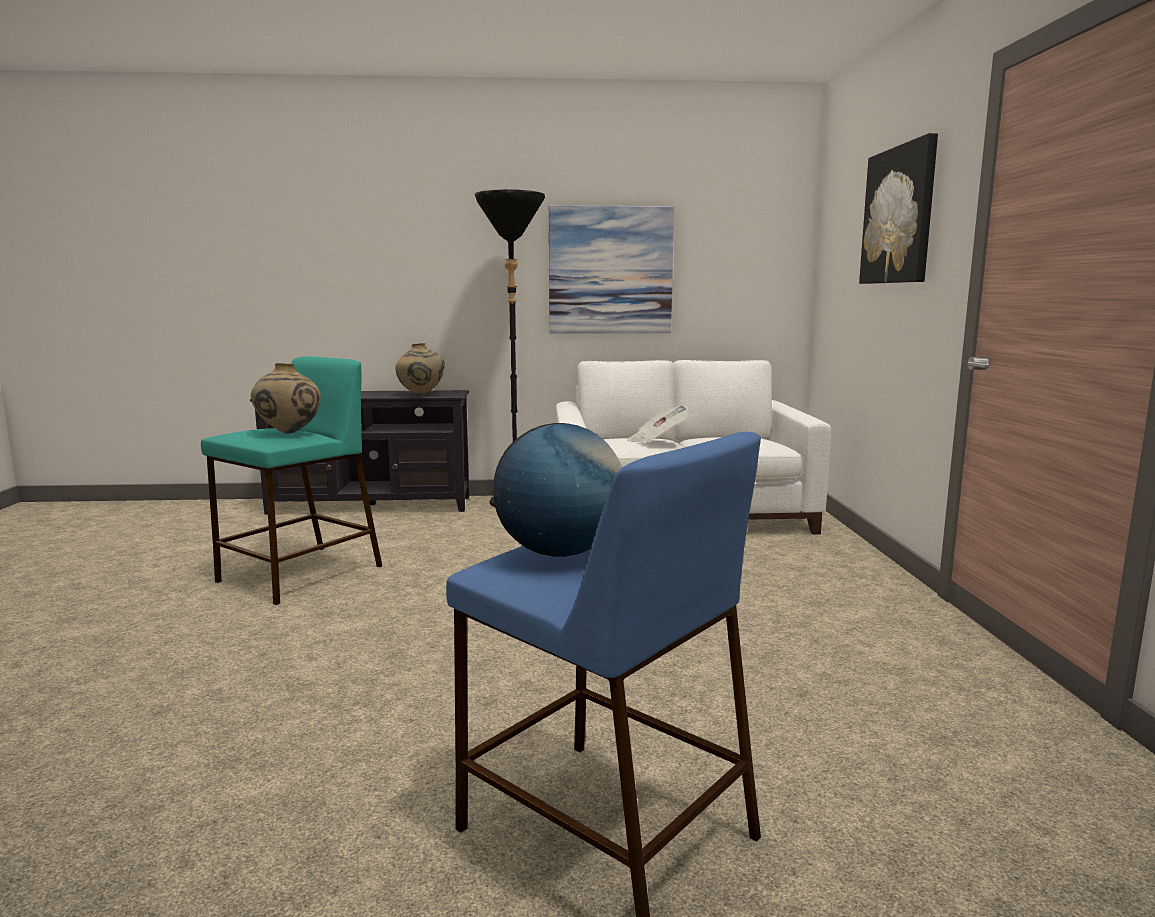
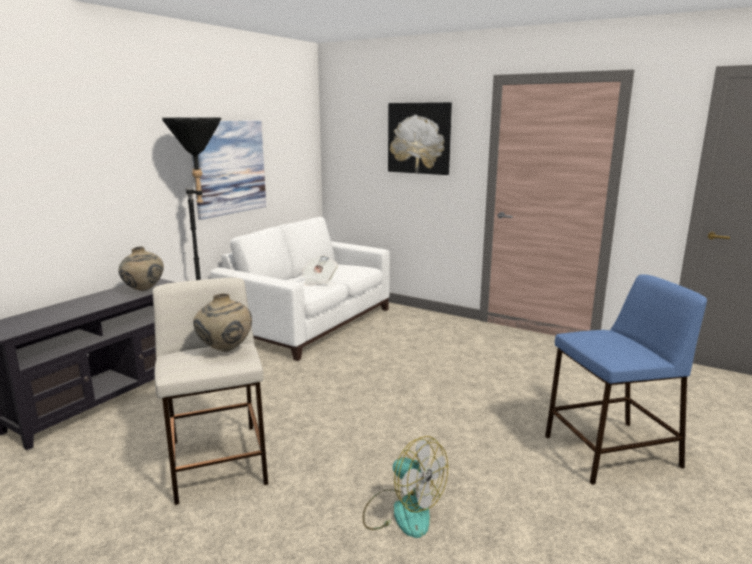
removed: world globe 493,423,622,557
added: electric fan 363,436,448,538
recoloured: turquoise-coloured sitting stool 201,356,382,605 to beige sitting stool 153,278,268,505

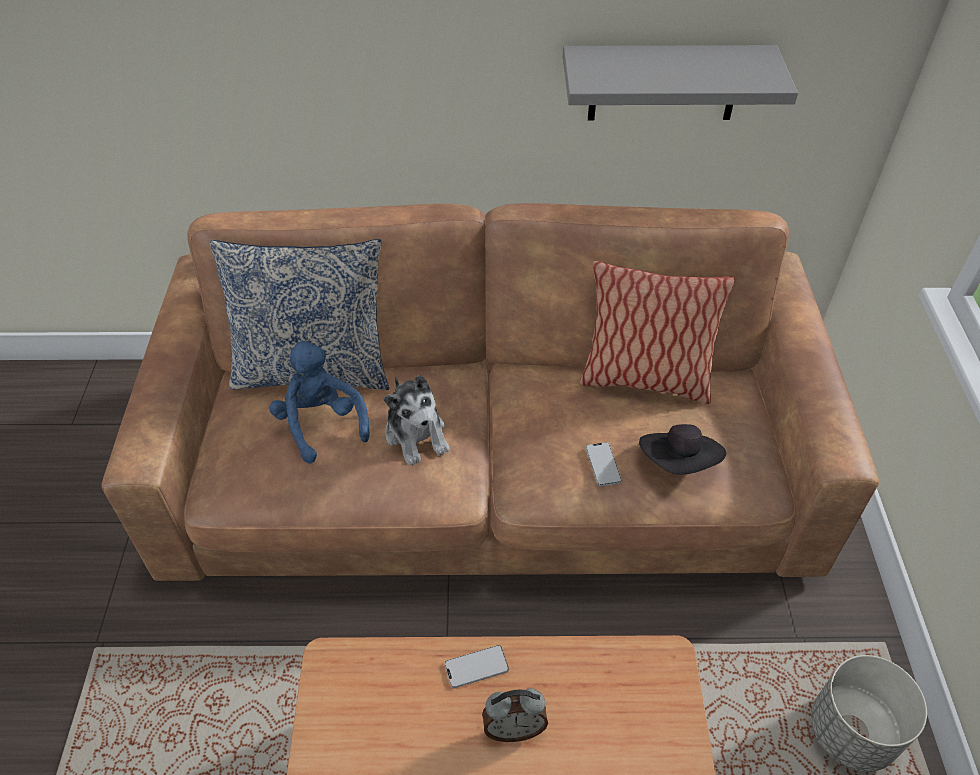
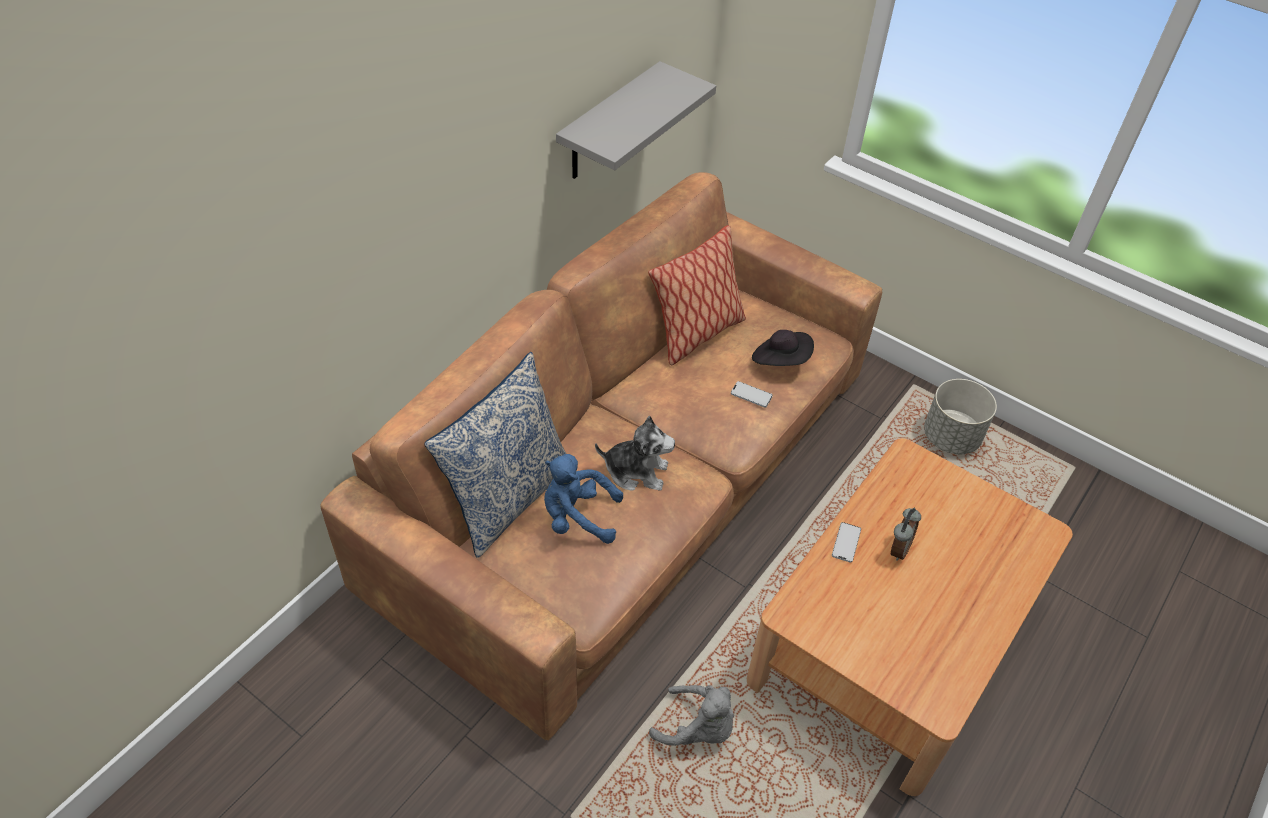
added: grey soft toy 649,685,734,746

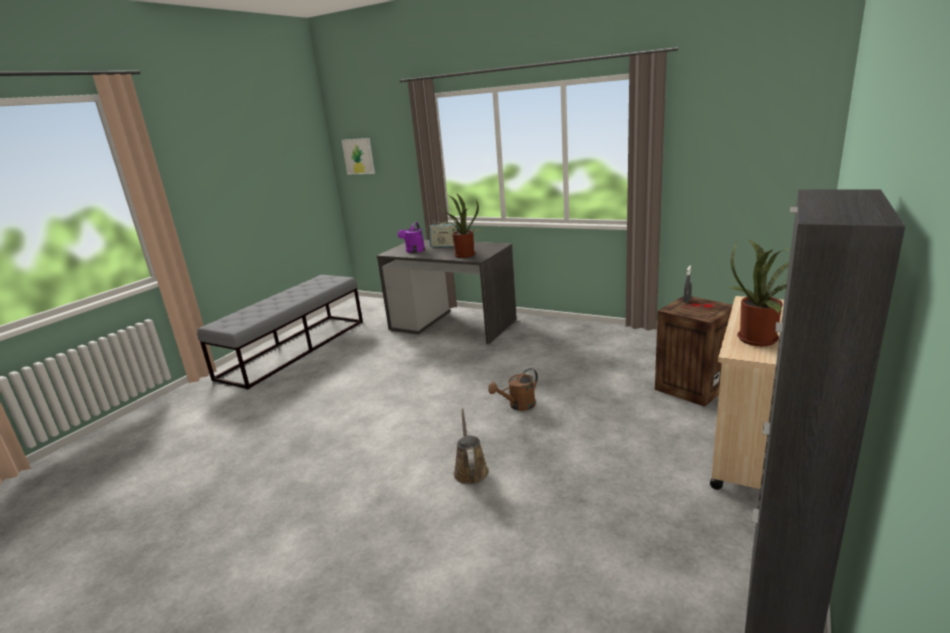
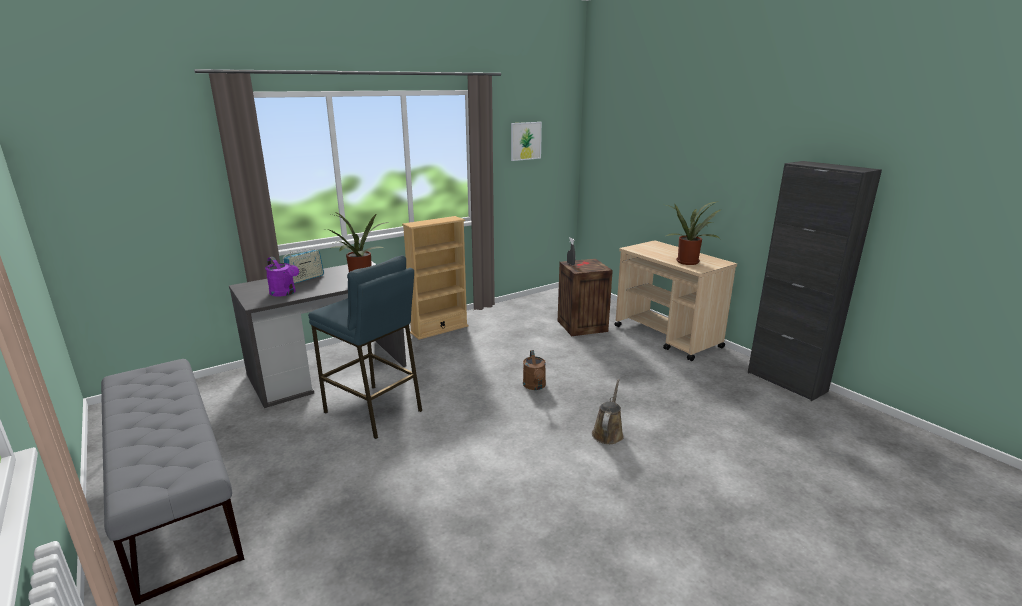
added: bluish sitting stool 308,255,422,439; beige shelving unit 402,216,468,340
moved: wall picture 342,138,375,174 to 511,122,542,161
turned: brownish watering can 453,408,489,485 = 592,379,624,444 90 degrees clockwise

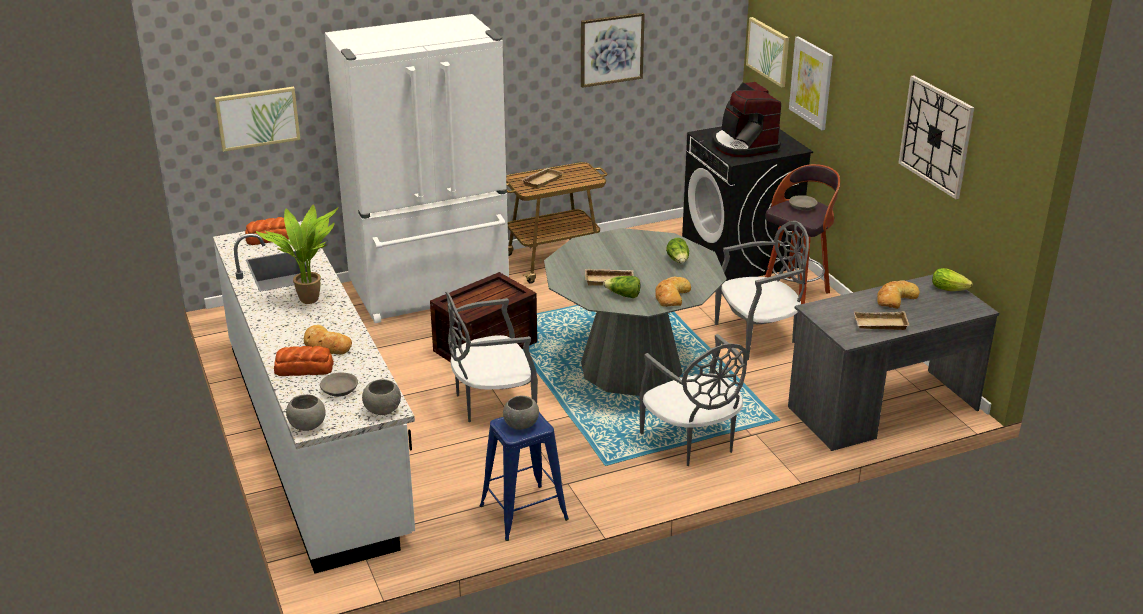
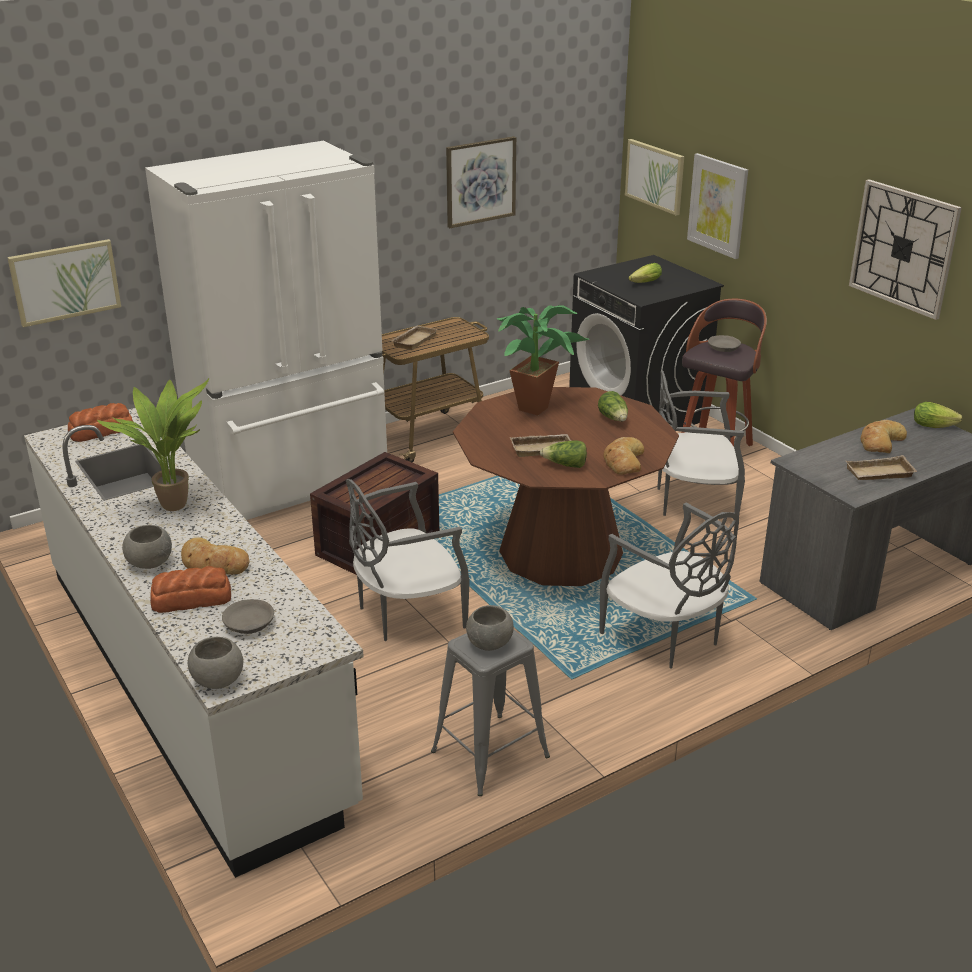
added: potted plant 497,305,589,415
moved: grey serving bowl 362,379,401,415 to 122,525,172,569
replaced: coffee maker 712,82,781,157 to lettuce 628,263,662,283
recoloured: bluish sitting stool 480,412,569,541 to grey sitting stool 431,630,550,796; grey kitchen table 544,228,727,396 to brownish kitchen table 453,387,679,586
turned: grey upright chair 715,221,809,360 = 657,371,745,516 150 degrees counterclockwise

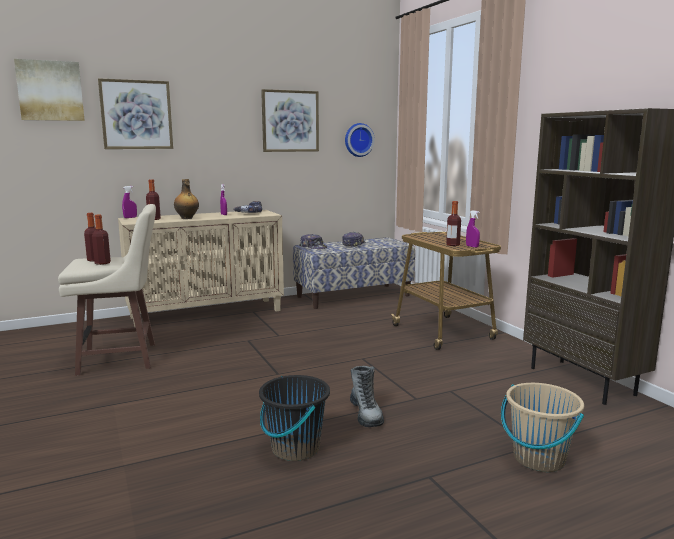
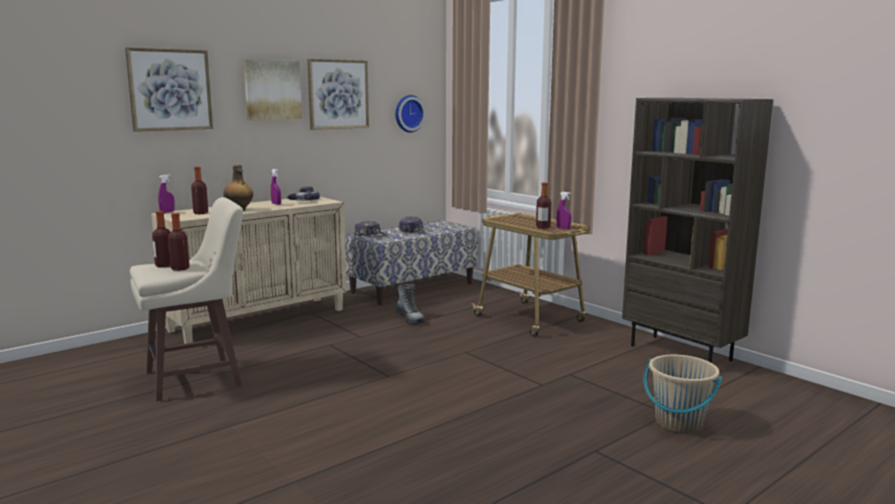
removed: black pail 259,375,330,461
moved: wall picture 14,59,85,121 to 243,60,302,121; boot 350,366,384,427 to 396,284,425,325

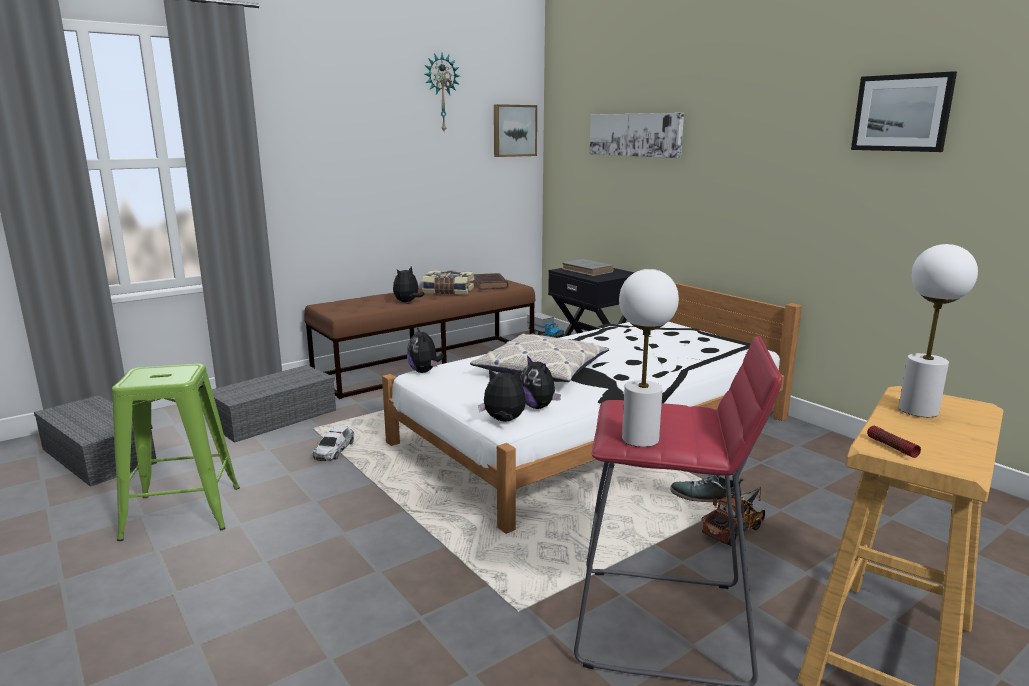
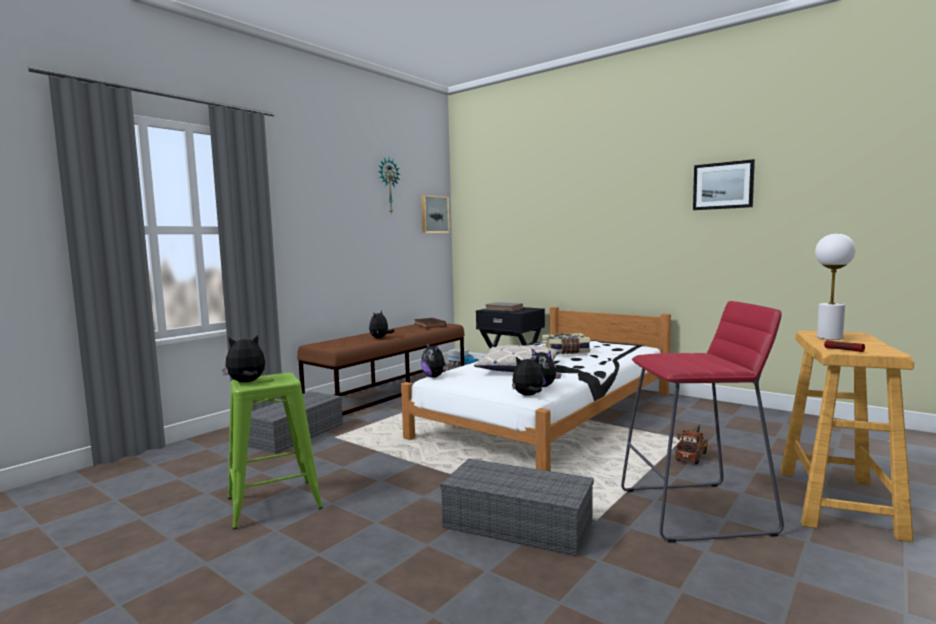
removed: model car 313,426,354,461; wall picture 590,113,684,158; white-coloured tabletop lamp 619,269,679,447; item of footwear 670,475,744,503
added: soft toy 222,335,265,382
moved: grey storage container 34,395,157,487 to 440,459,594,557; book 422,270,474,295 to 542,333,591,354

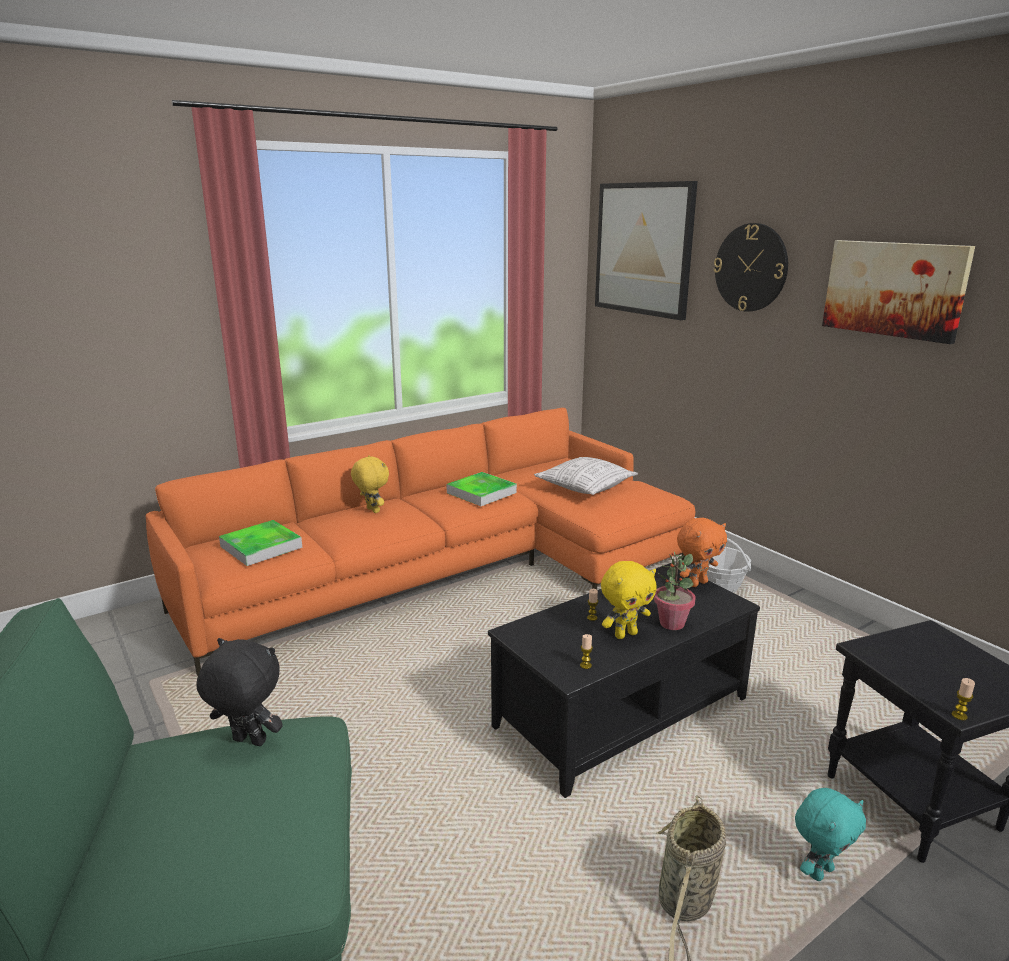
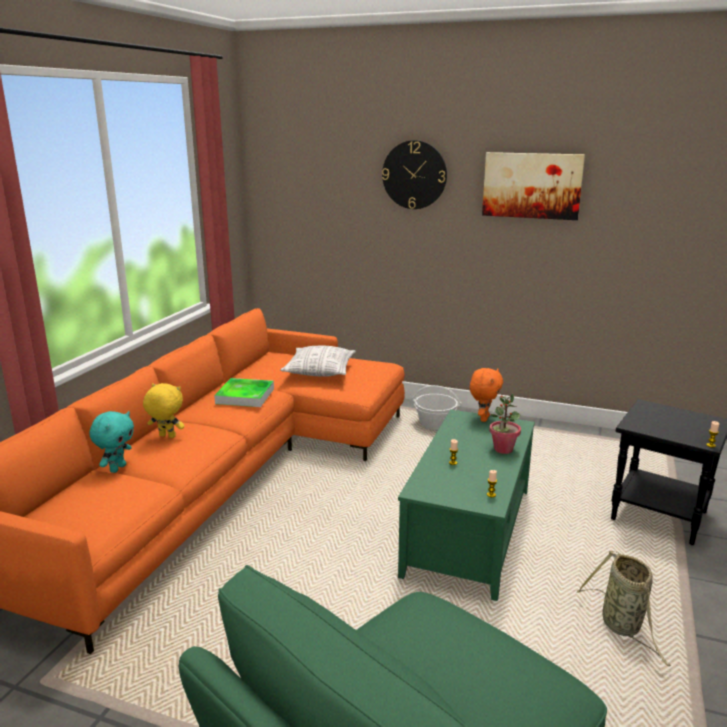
removed: black soft toy 197,638,283,746; serving tray 219,520,302,566; wall picture 595,181,698,320; yellowish soft toy 601,561,657,639
moved: turquoise-coloured soft toy 795,788,866,881 to 89,411,134,473
recoloured: black coffee table 488,563,760,798 to green coffee table 398,410,535,601

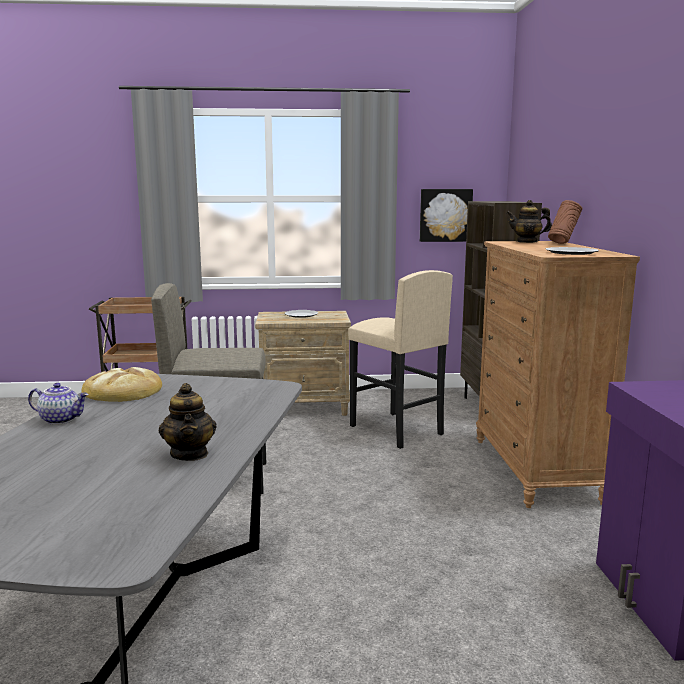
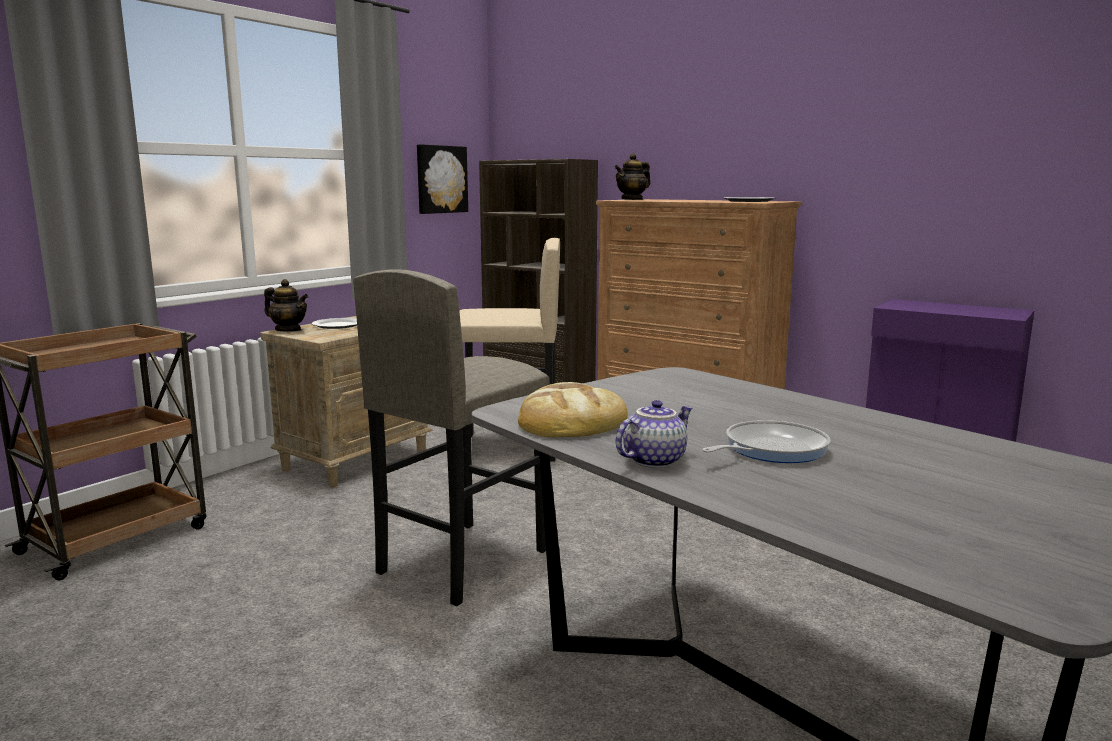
removed: brownish flower vase 548,200,582,244
added: skillet 702,420,831,463
moved: teapot 159,383,217,461 to 264,279,308,331

